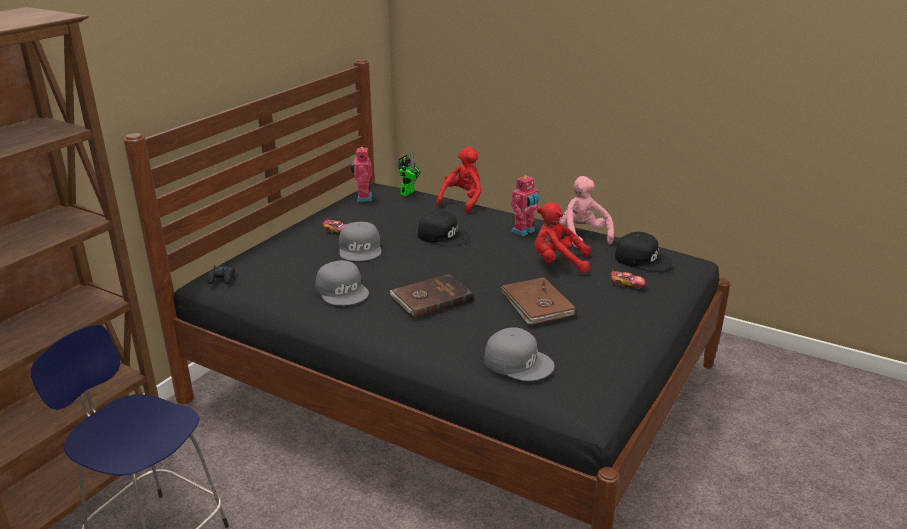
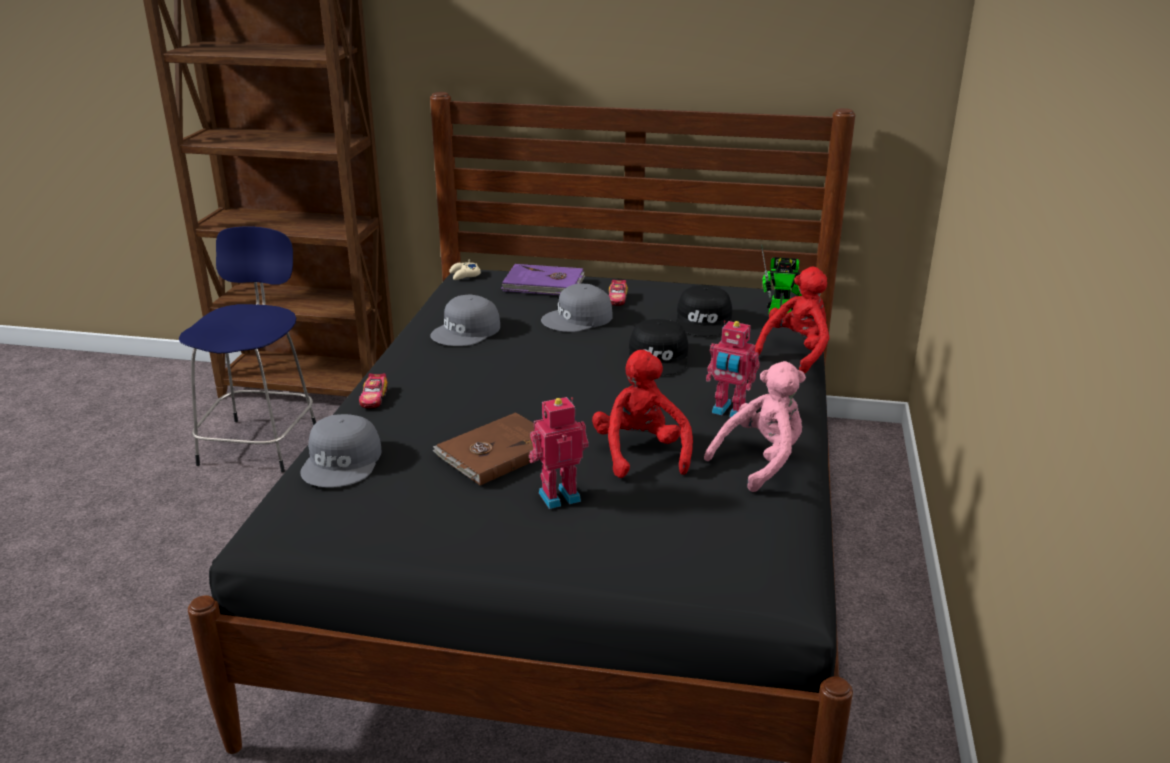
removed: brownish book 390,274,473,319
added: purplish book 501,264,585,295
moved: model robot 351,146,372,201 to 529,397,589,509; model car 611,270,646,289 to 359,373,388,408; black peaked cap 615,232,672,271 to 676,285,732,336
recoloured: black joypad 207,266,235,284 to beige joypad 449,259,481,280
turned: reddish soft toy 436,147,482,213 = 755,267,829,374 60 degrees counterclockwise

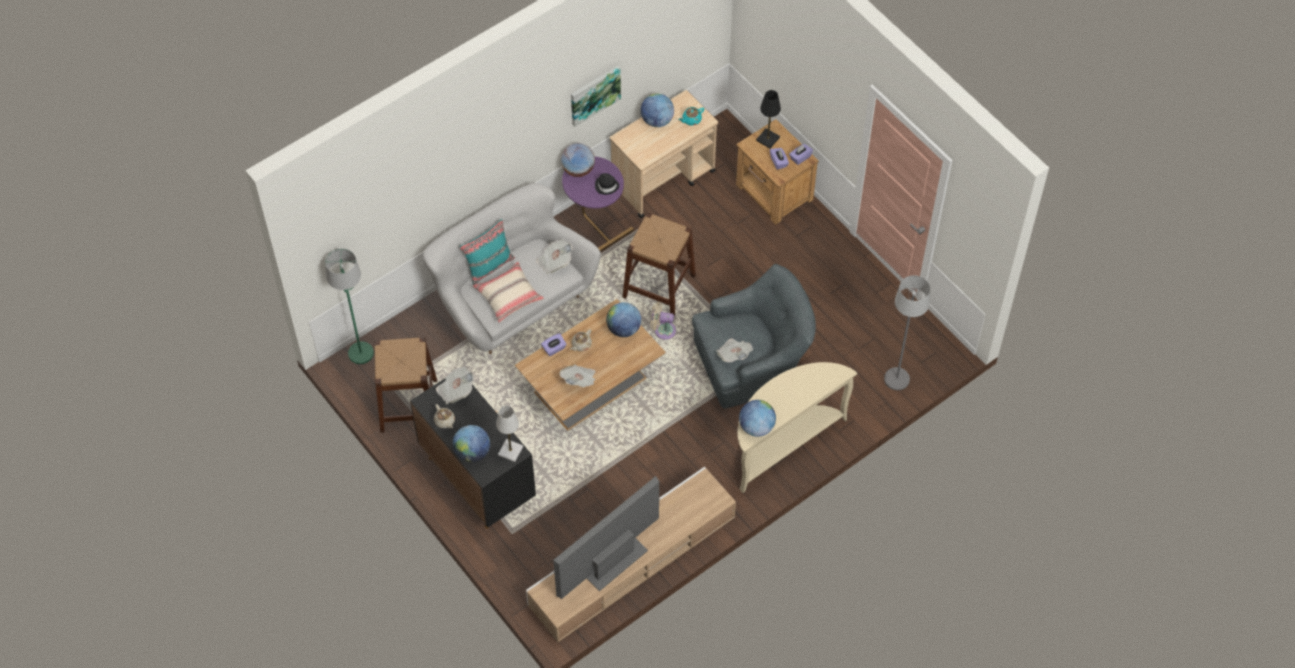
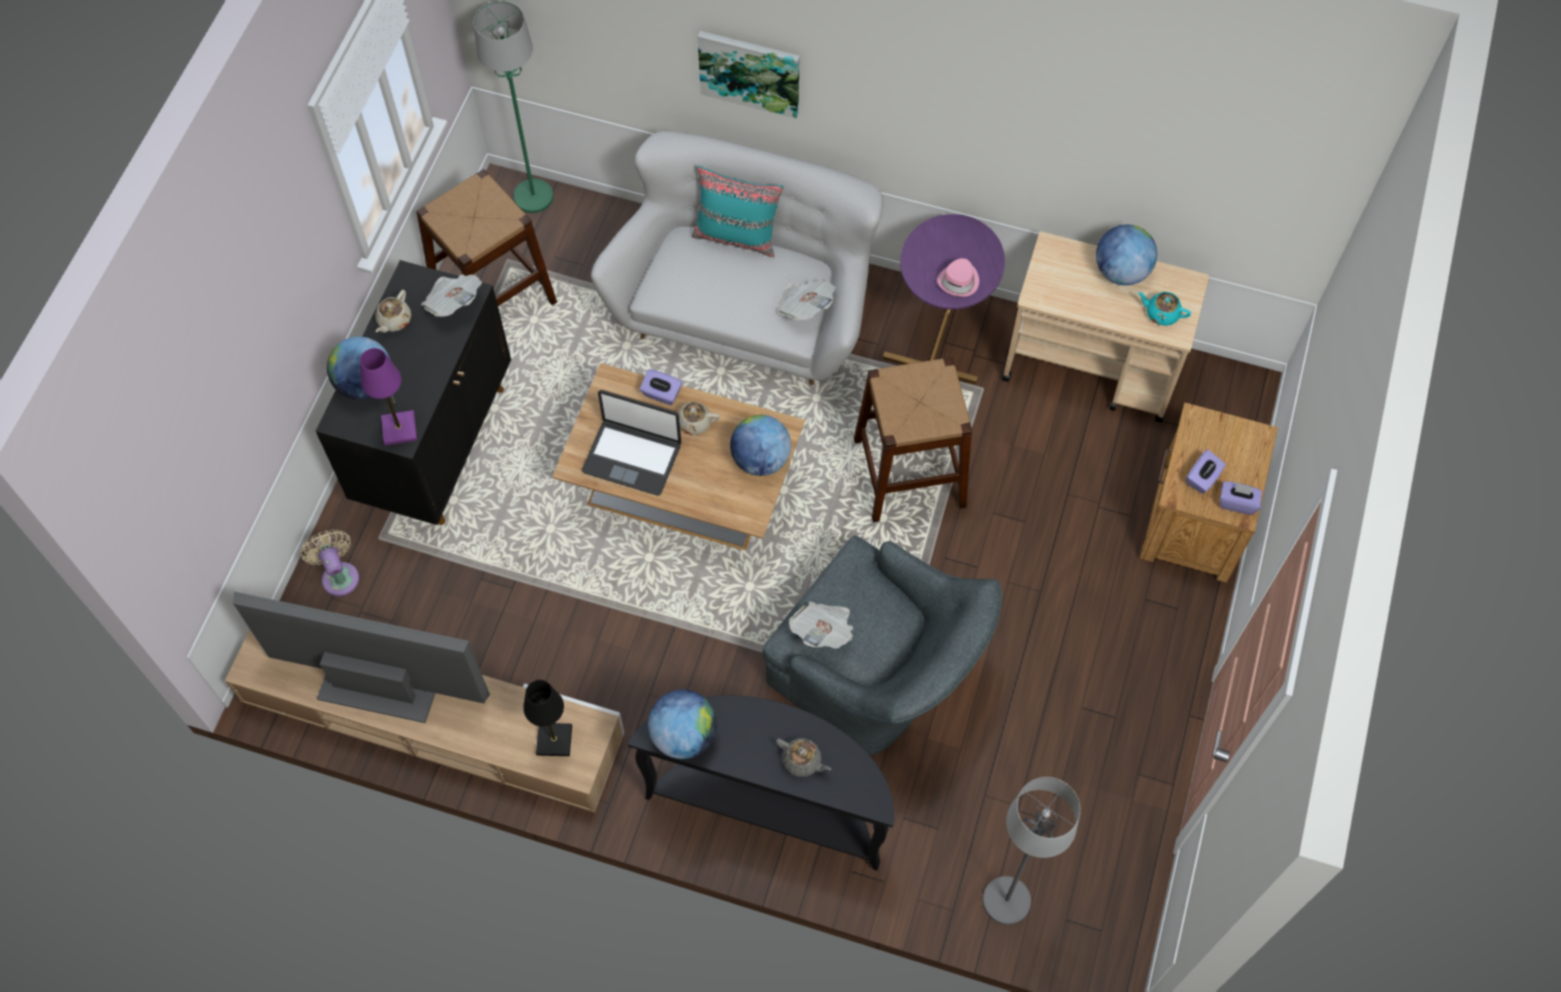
removed: beige pillow 473,262,544,323; world globe 561,143,595,177
added: grey teapot 776,738,831,777
moved: wall picture 571,66,621,127 to 698,31,800,119; beige electric fan 651,302,676,339 to 301,530,359,596; black tabletop lamp 756,90,781,148 to 523,680,572,756
replaced: newspaper 560,364,596,387 to portable computer 582,390,681,496
recoloured: white-coloured tabletop lamp 496,406,523,462 to purplish tabletop lamp 360,348,417,445; black hat 595,173,619,195 to pink-coloured hat 937,258,979,297; beige console table 737,362,857,493 to black console table 628,695,894,871

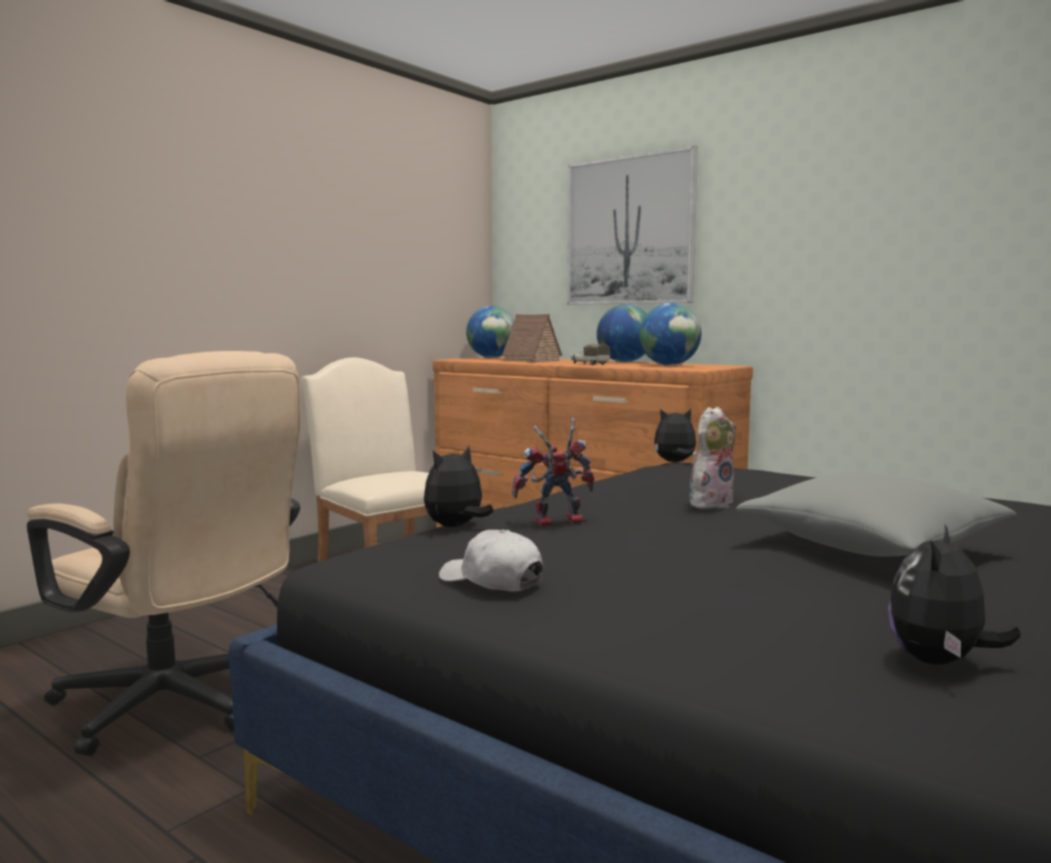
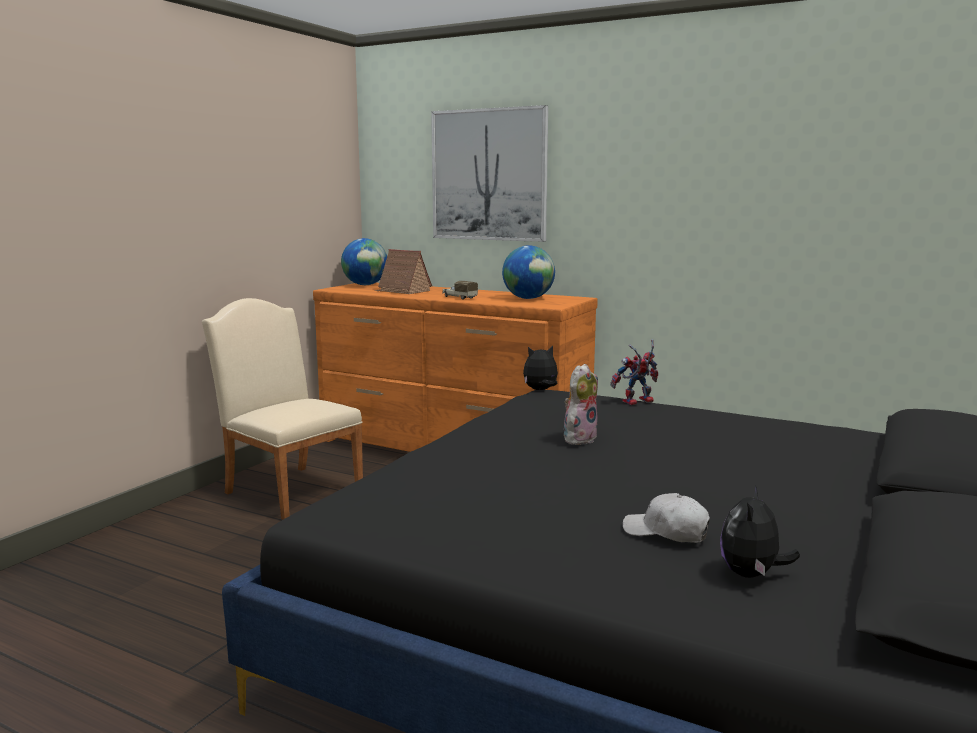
removed: beige desk chair 27,351,300,756; soft toy 424,446,494,527; world globe 597,304,646,362; grey pillow 736,472,1017,556
moved: white-coloured peaked cap 439,529,543,592 to 623,493,710,543; model robot 512,418,594,527 to 610,339,658,405

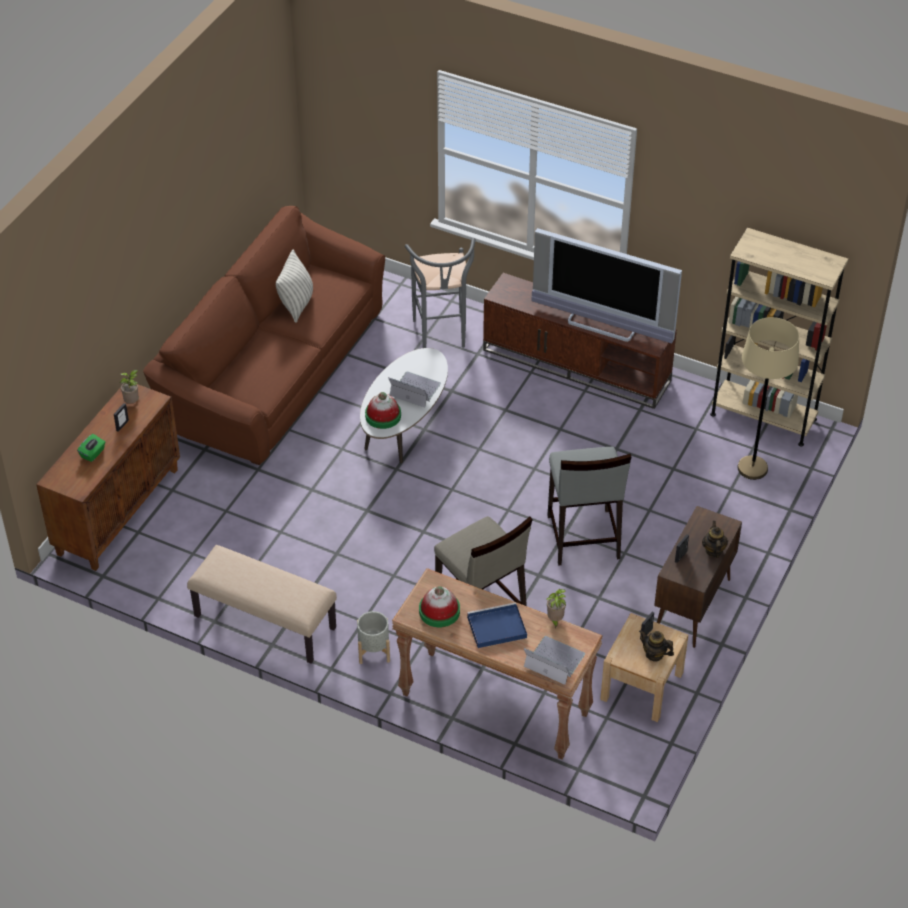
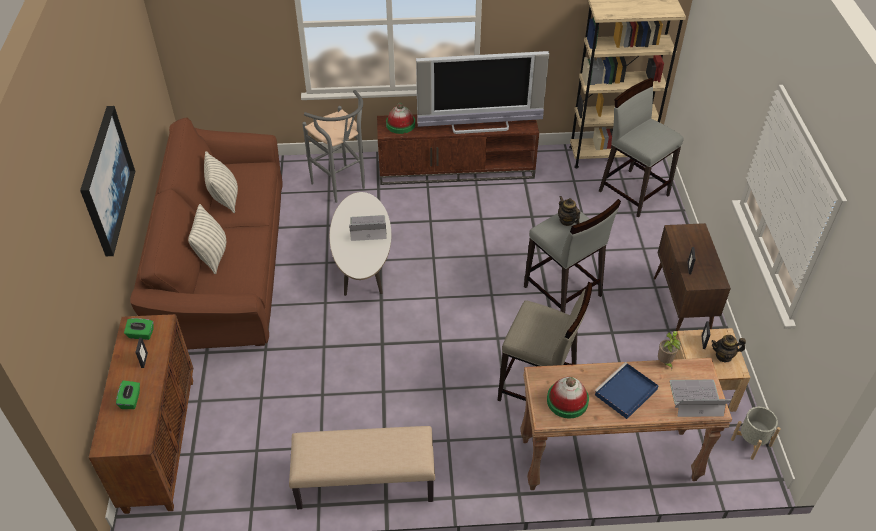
added: wall picture 80,106,135,256; pillow 188,204,226,274
moved: grey flower pot 357,611,390,664 to 731,407,781,460; hat 365,392,401,429 to 386,103,415,134; teapot 702,521,728,558 to 558,196,580,226
replaced: potted plant 120,370,139,404 to green tissue holder 124,318,154,340; beige floor lamp 737,317,799,480 to grey sitting stool 599,78,683,217

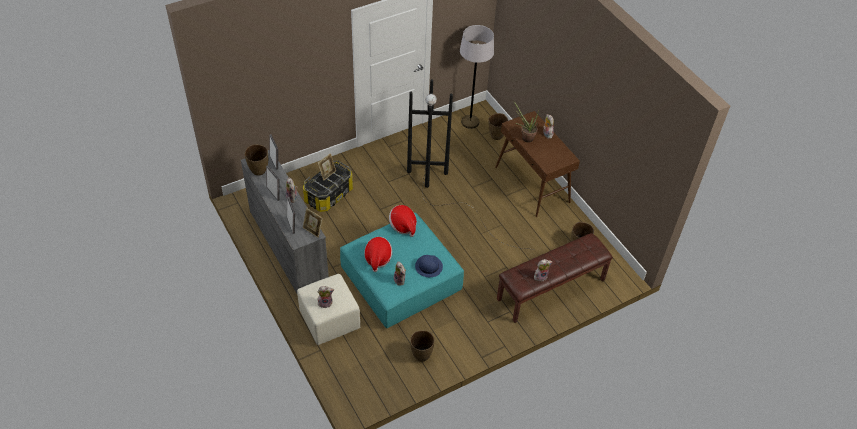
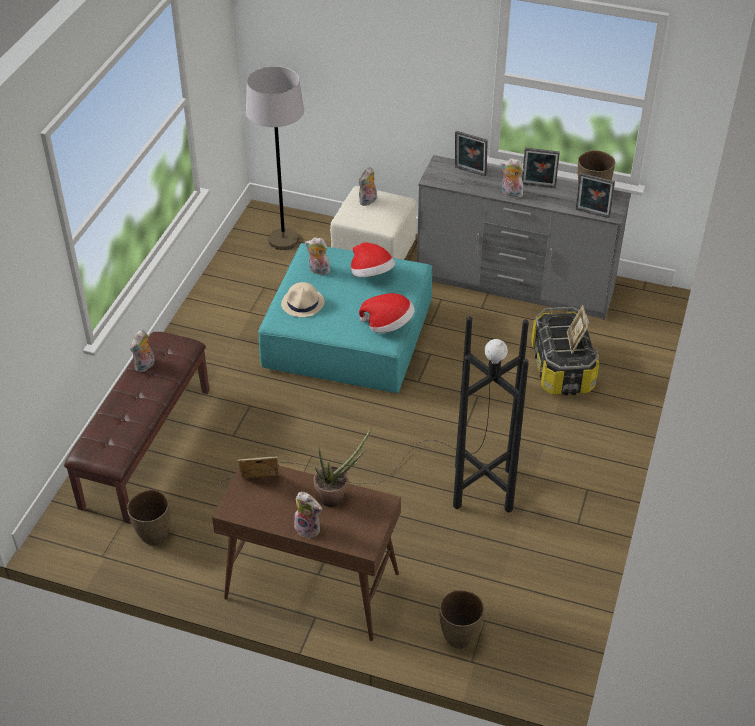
removed: brownish flower vase 410,330,434,362
moved: standing frame 303,208,323,238 to 238,456,280,478; grey floor lamp 460,25,494,129 to 246,66,304,250
recoloured: bluish hat 415,255,443,277 to beige hat 281,282,325,317

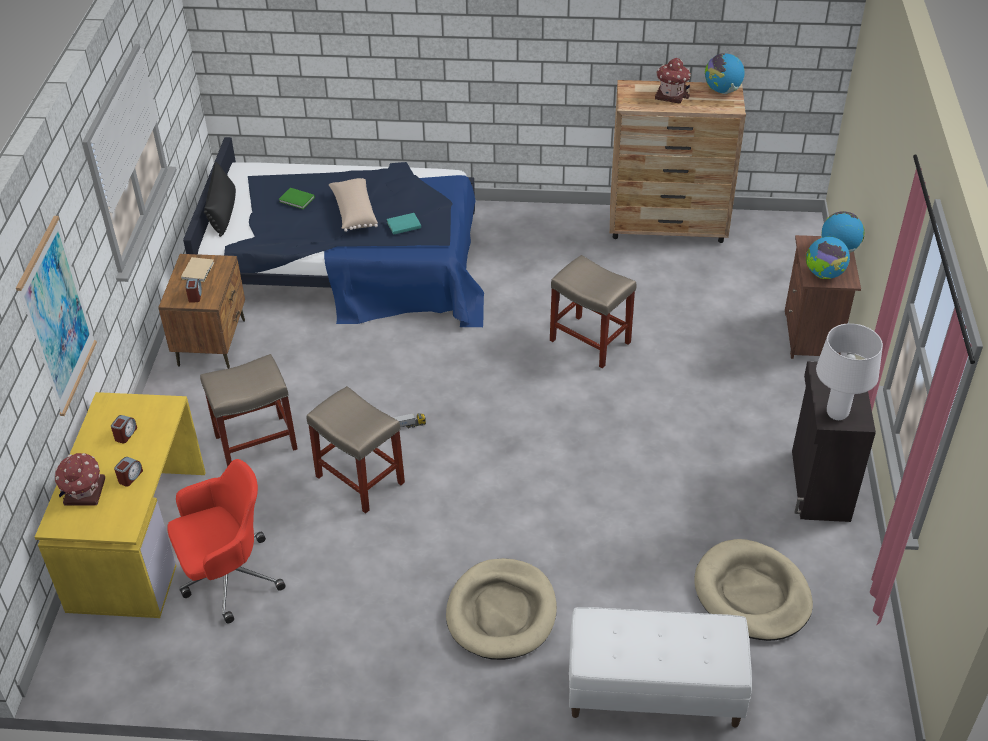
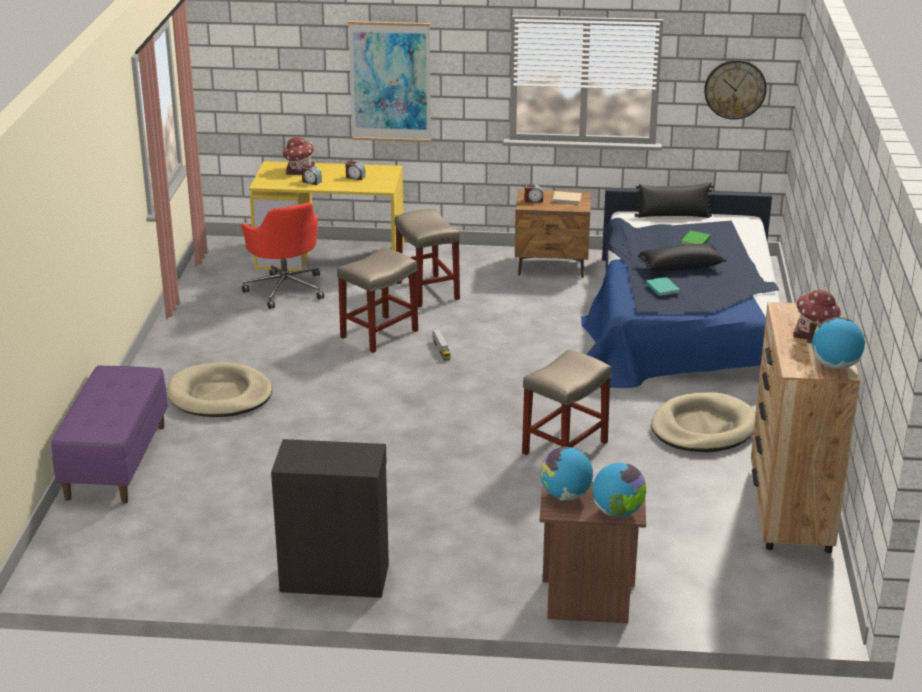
removed: white-coloured tabletop lamp 816,323,883,420
added: hanging clock 704,60,767,119
moved: beige dog cushion 694,539,813,641 to 651,392,756,452
recoloured: beige pillow 329,178,378,232 to black pillow 637,243,726,272; white-coloured indoor bench 569,607,752,728 to purplish indoor bench 51,365,168,504

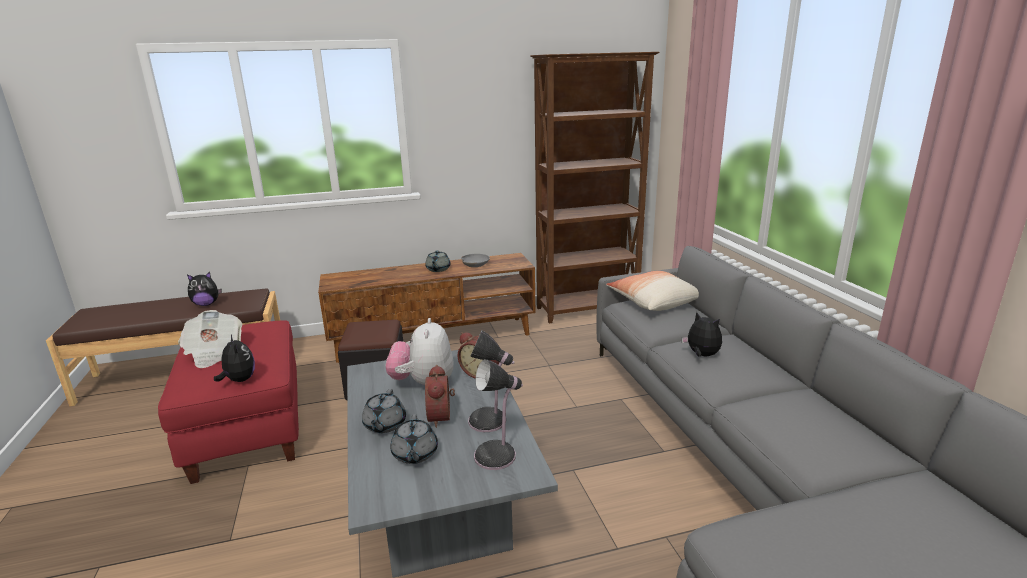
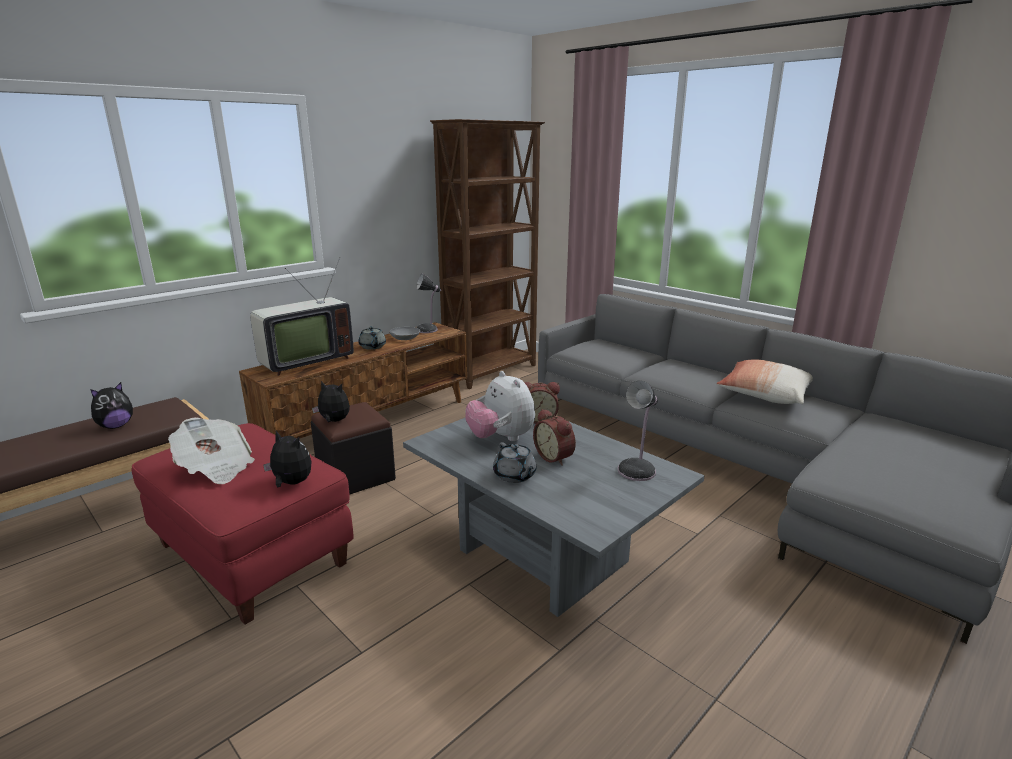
removed: grey teapot 390,414,438,464
added: TV 250,257,354,376
moved: tabletop lamp 468,331,515,432 to 416,274,441,333; pillow 606,271,699,311 to 716,359,813,404; soft toy 682,312,722,357 to 312,381,350,422

